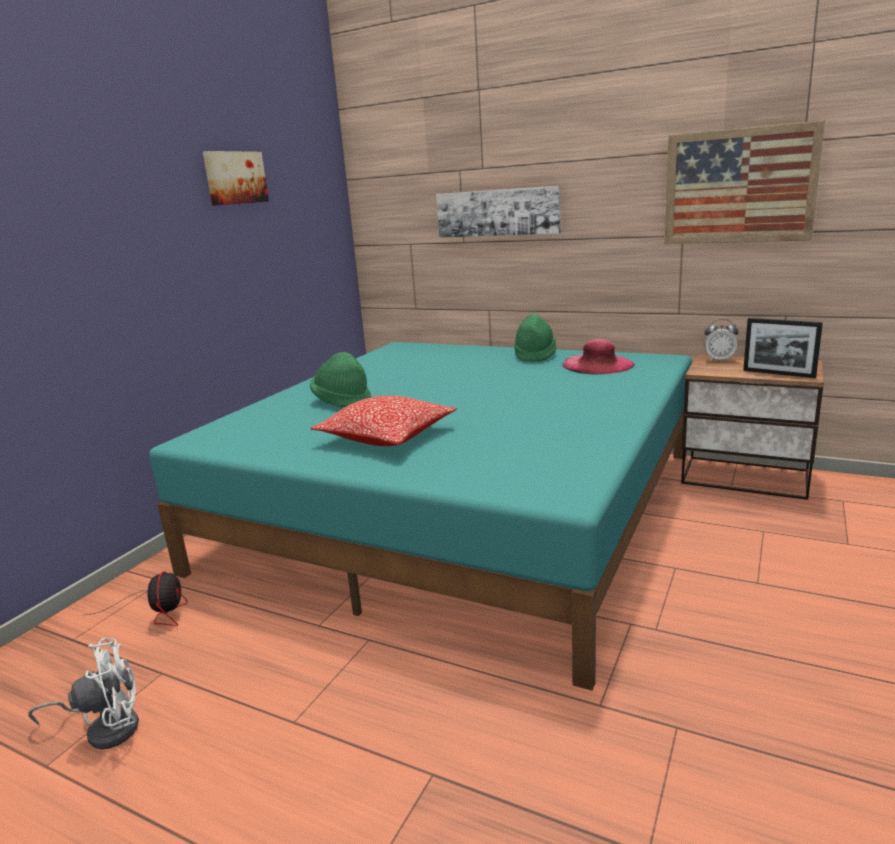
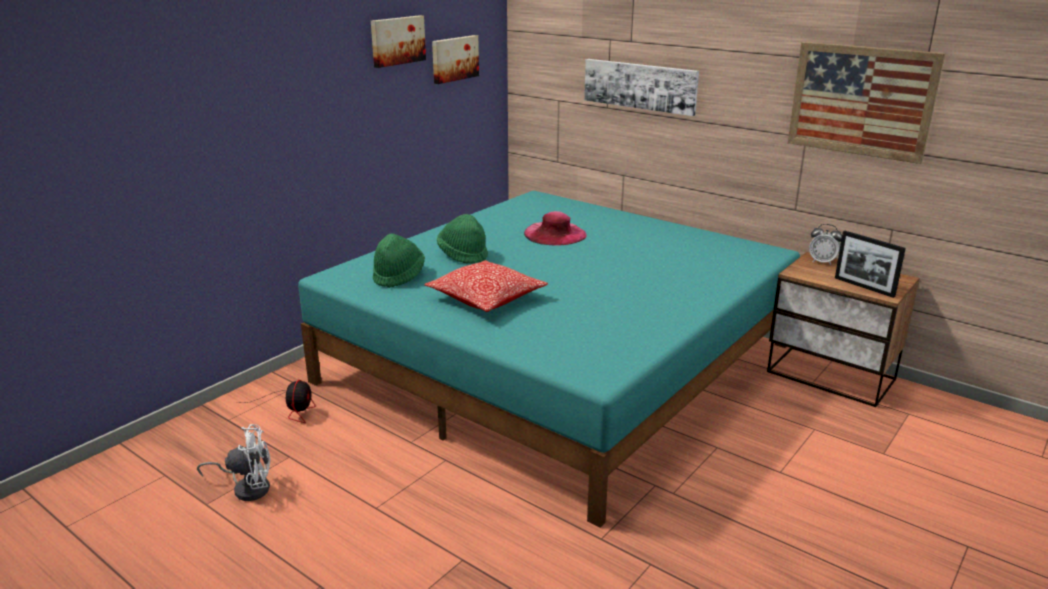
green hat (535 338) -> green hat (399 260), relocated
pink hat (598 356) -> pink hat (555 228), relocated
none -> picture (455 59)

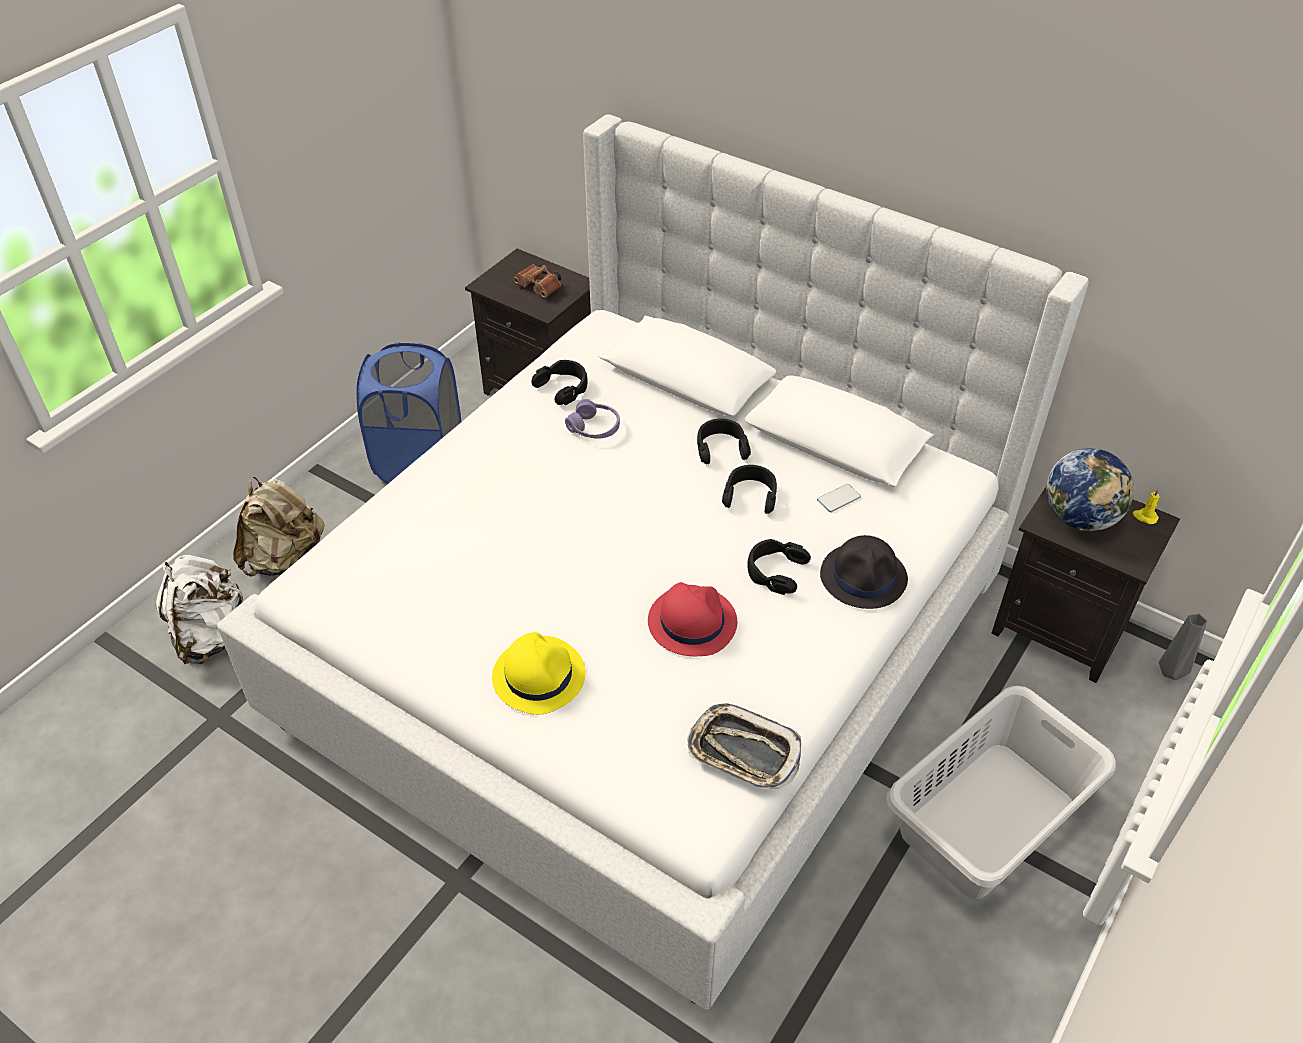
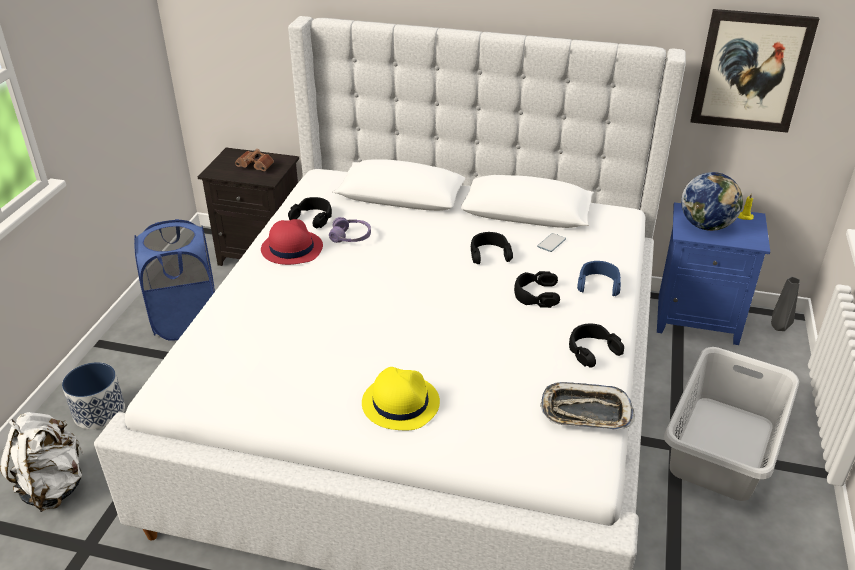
black headphones (724 441) -> black headphones (596 346), relocated
beige backpack (278 527) -> planter (93 395)
black nightstand (1085 585) -> blue nightstand (713 273)
black hat (864 572) -> blue headphones (599 279)
red hat (692 619) -> red hat (292 242), relocated
none -> picture (755 71)

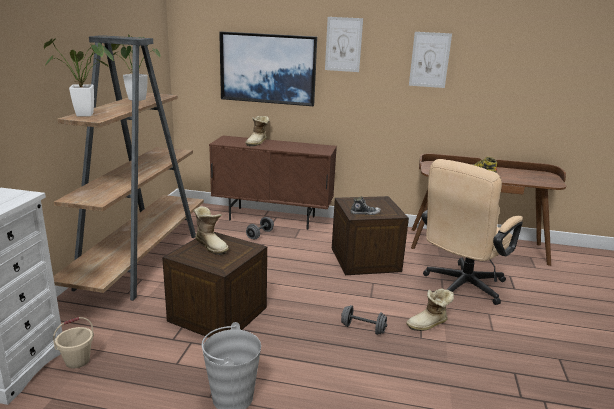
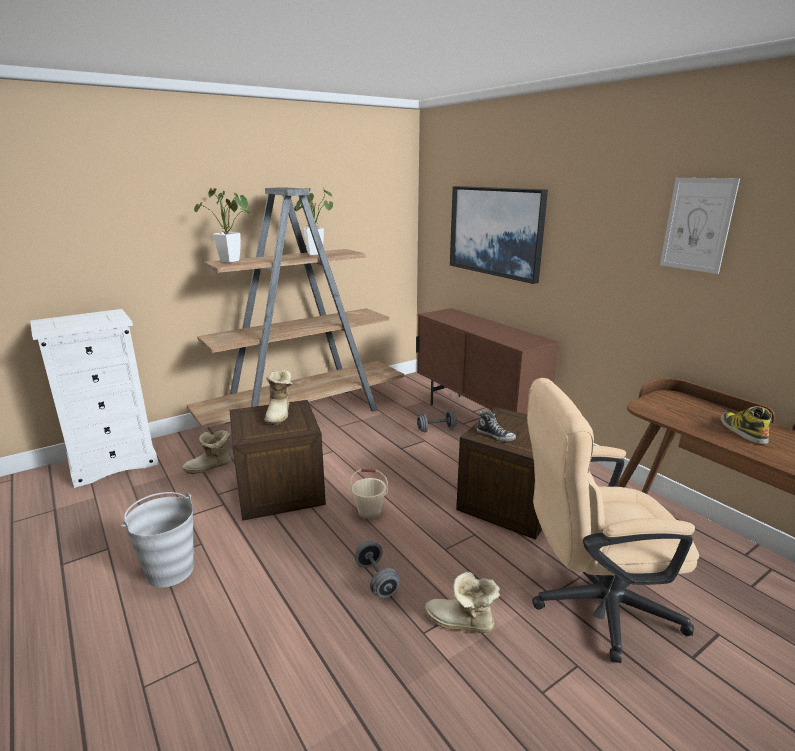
picture (344 44) -> none
boot (257 131) -> boot (207 452), relocated
beige bucket (73 342) -> beige bucket (369 494), relocated

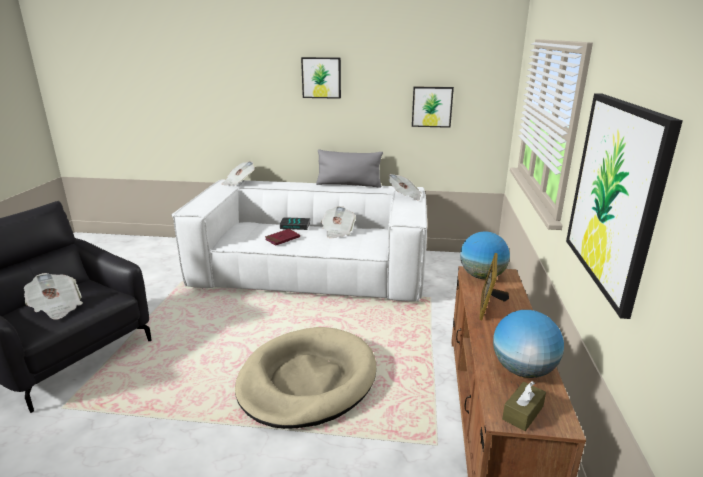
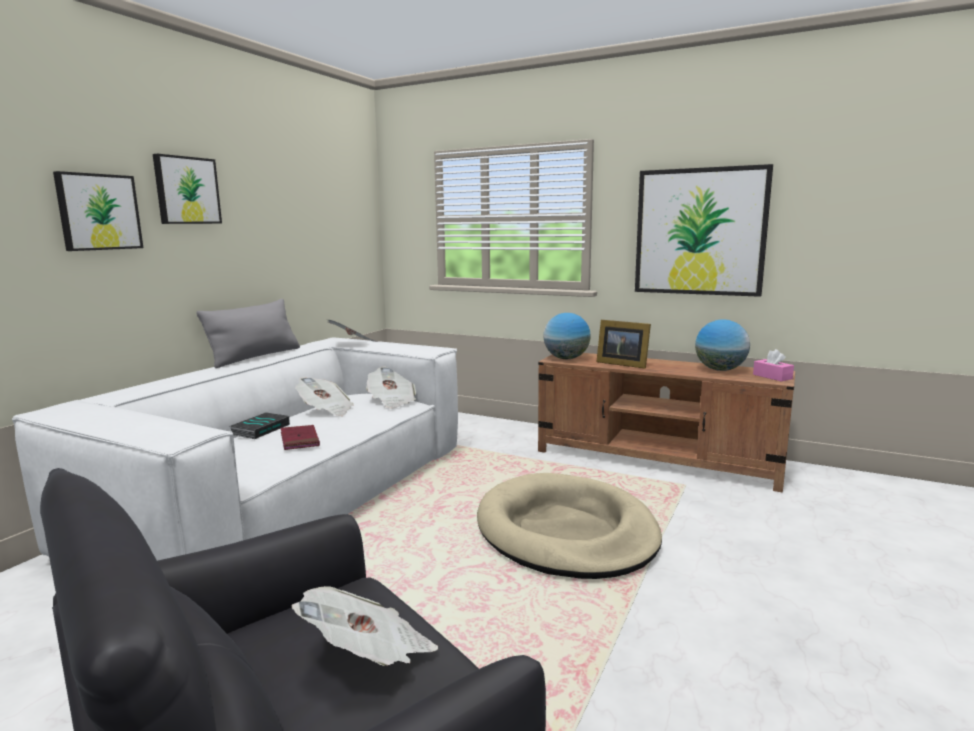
picture (433 107) -> picture (98 211), relocated
newspaper (238 173) -> newspaper (391 388), relocated
brown tissue box (524 406) -> pink tissue box (773 365)

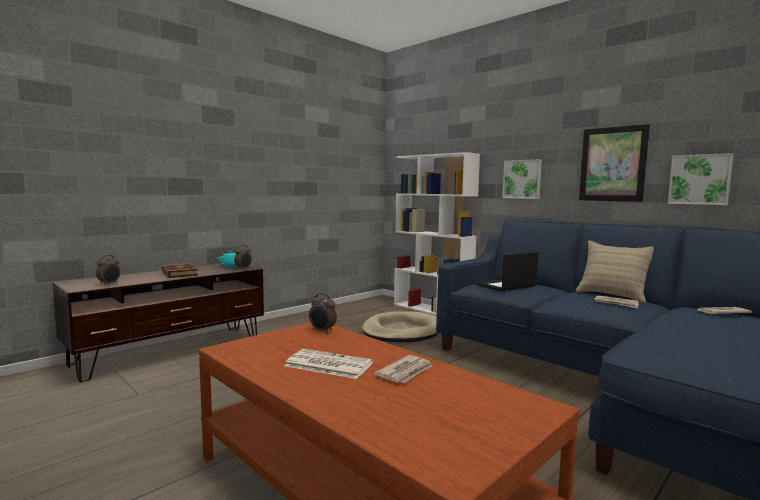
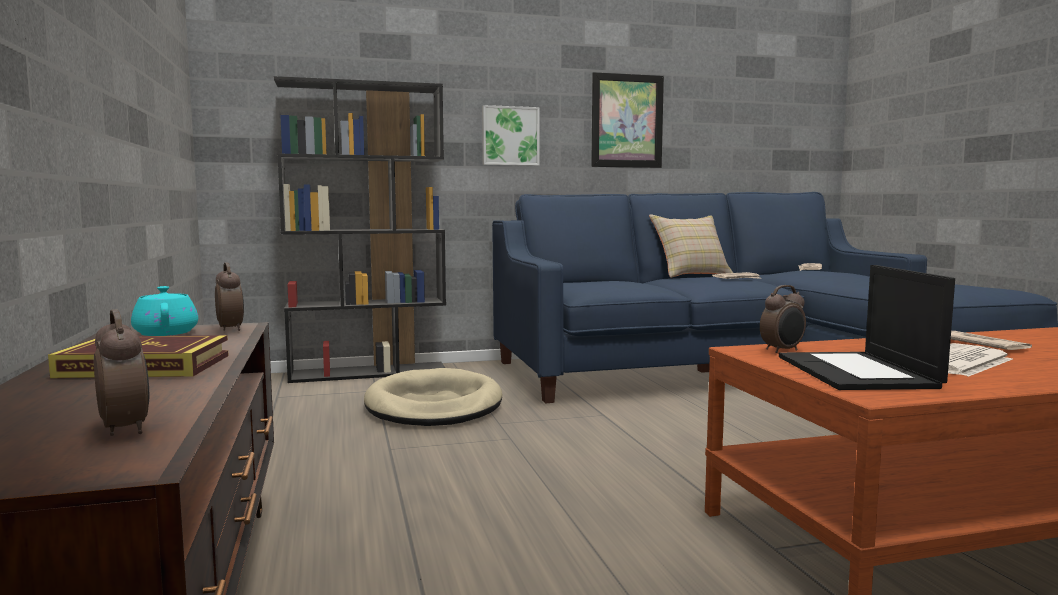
white bookcase (437 234) -> black bookcase (360 229)
picture (701 179) -> none
laptop (507 271) -> laptop (867 327), relocated

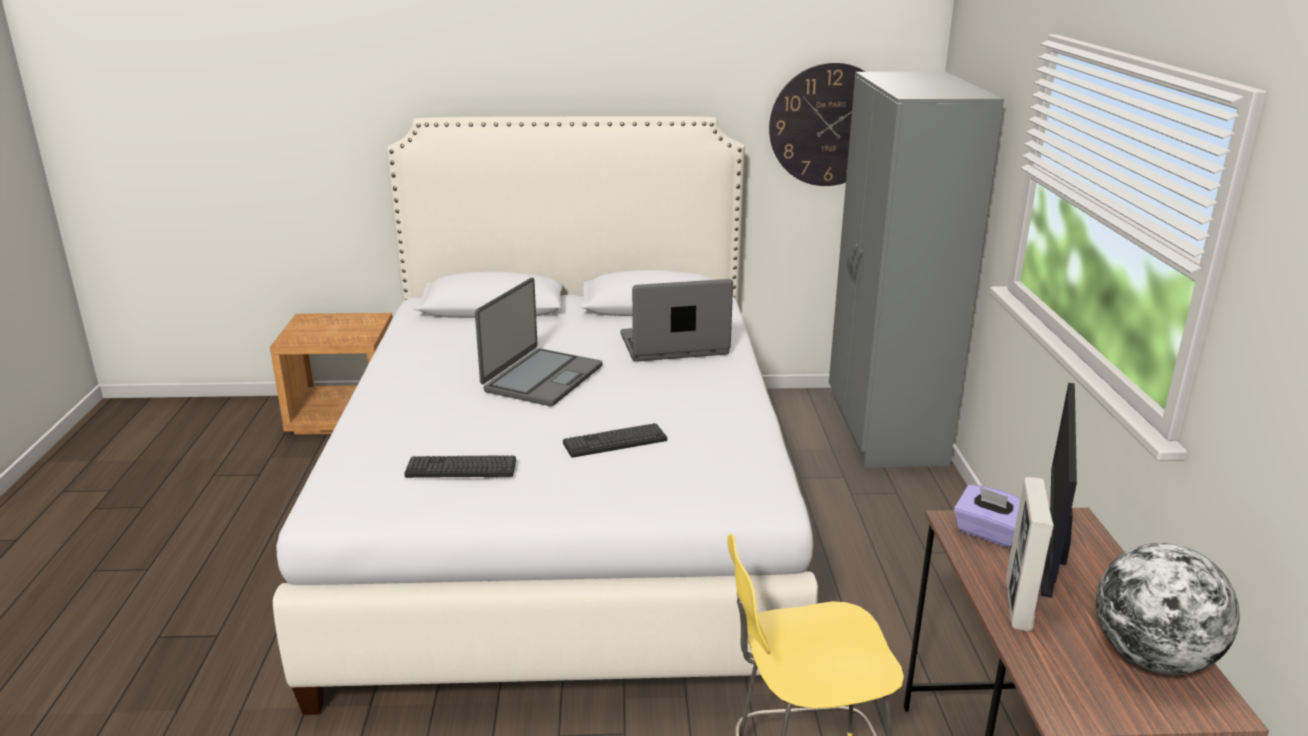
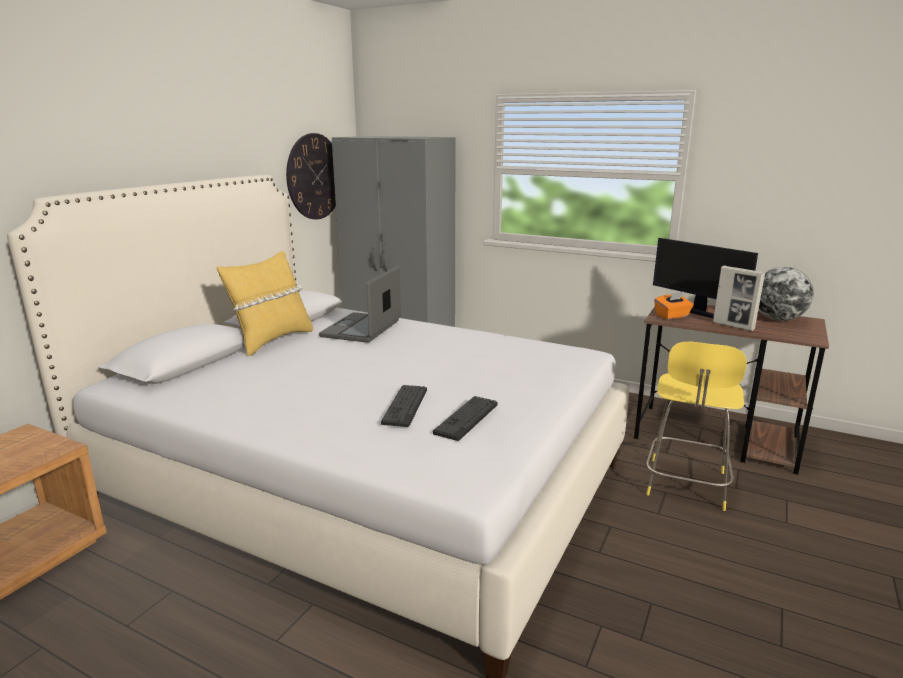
laptop (538 342) -> none
keyboard (615 440) -> keyboard (404 406), relocated
purple tissue box (987 516) -> orange tissue box (673 305)
none -> yellow pillow (265 303)

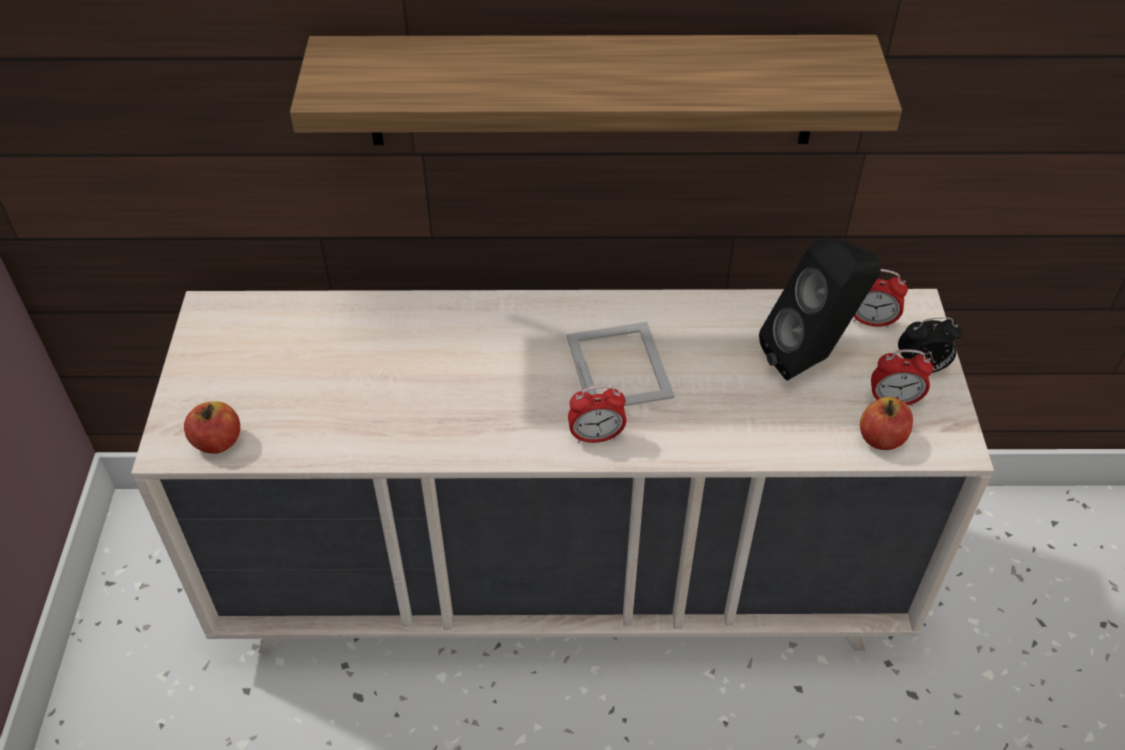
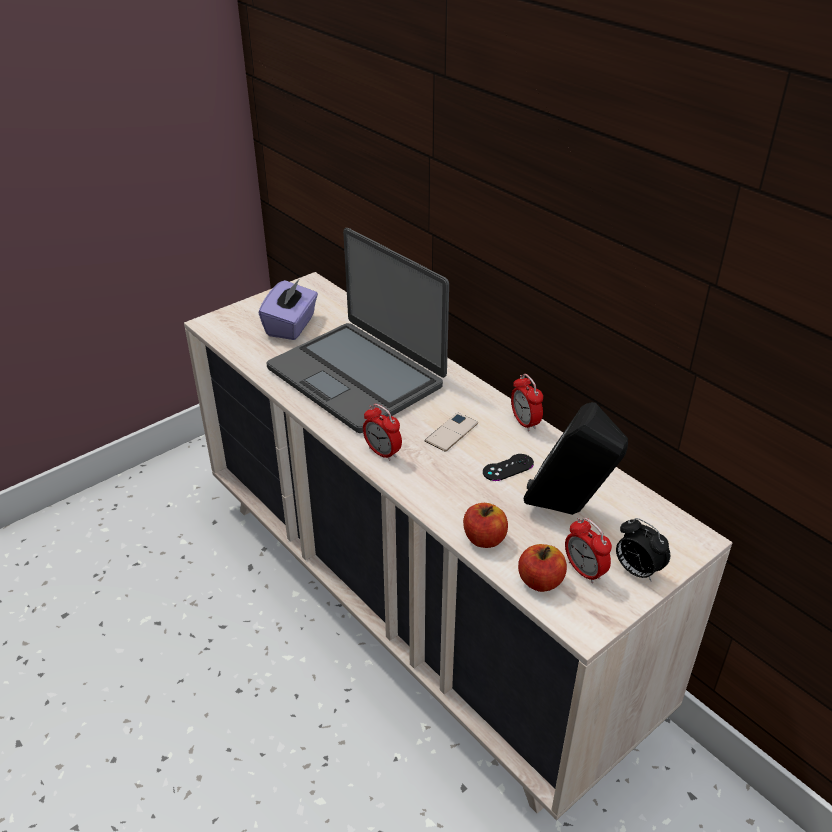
shelf (596 90) -> none
alarm clock (880 298) -> alarm clock (527 403), relocated
picture frame (620 364) -> phone (451 432)
apple (212 427) -> apple (485 525), relocated
none -> laptop (358 330)
none -> purple tissue box (288 310)
none -> black game controller (508 467)

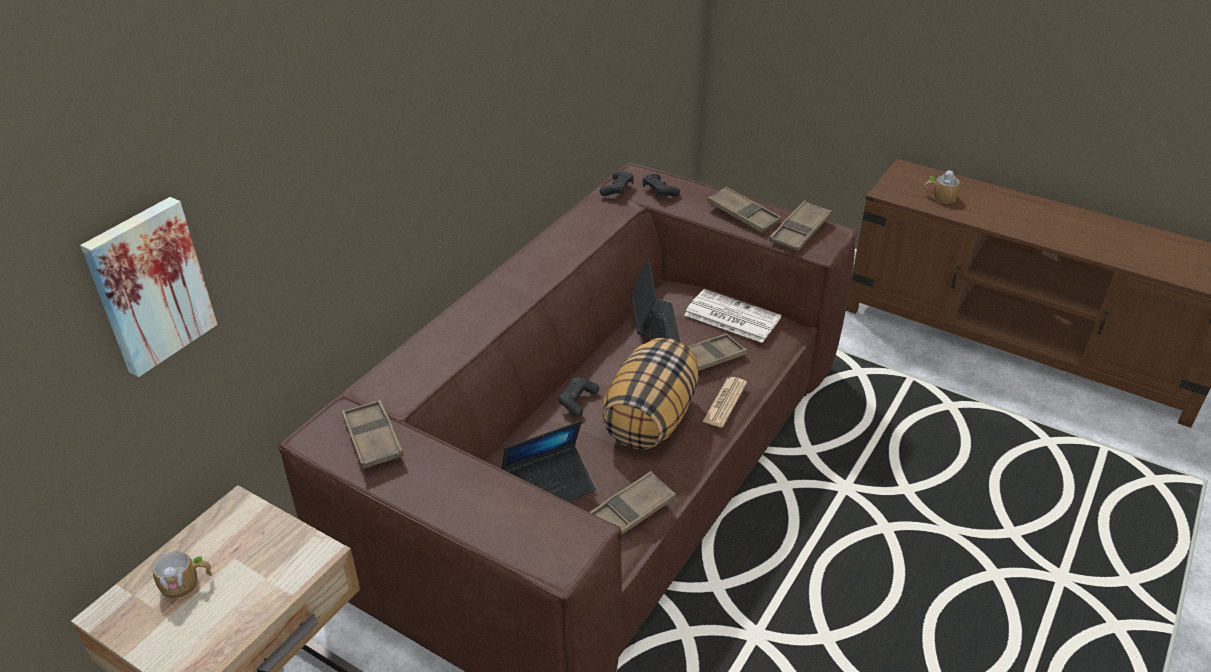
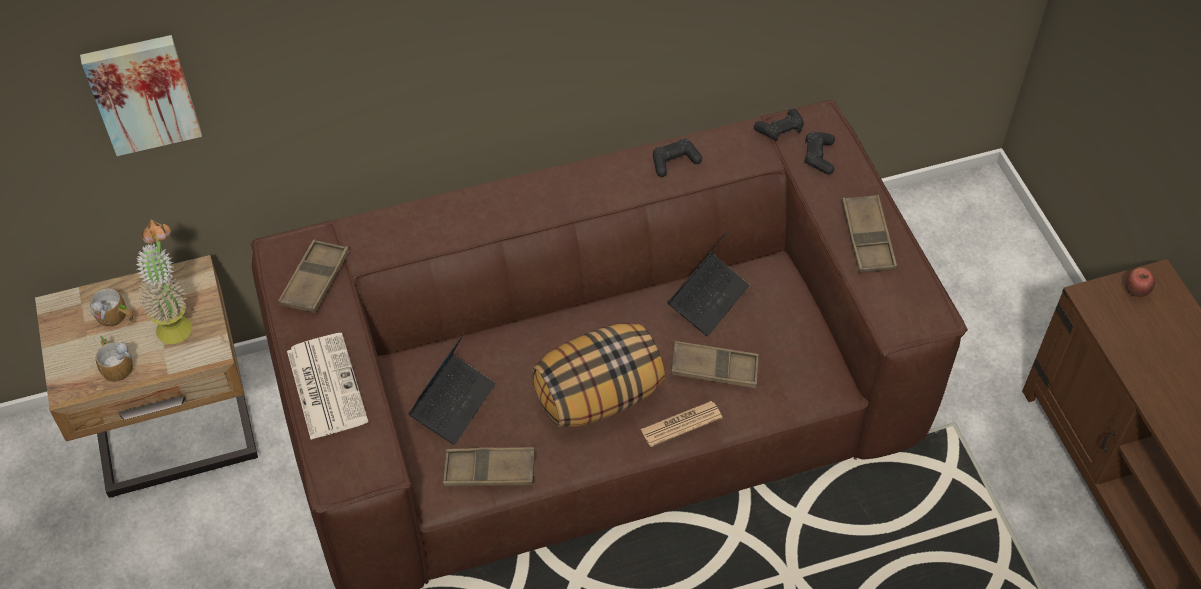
mug (942 186) -> mug (114 359), relocated
brown tray (800 226) -> none
newspaper (732 316) -> newspaper (328 386), relocated
black game controller (578 397) -> black game controller (677 158), relocated
laptop (548 461) -> laptop (451 389), 75 degrees counterclockwise
none -> potted plant (164 281)
none -> apple (1140 282)

